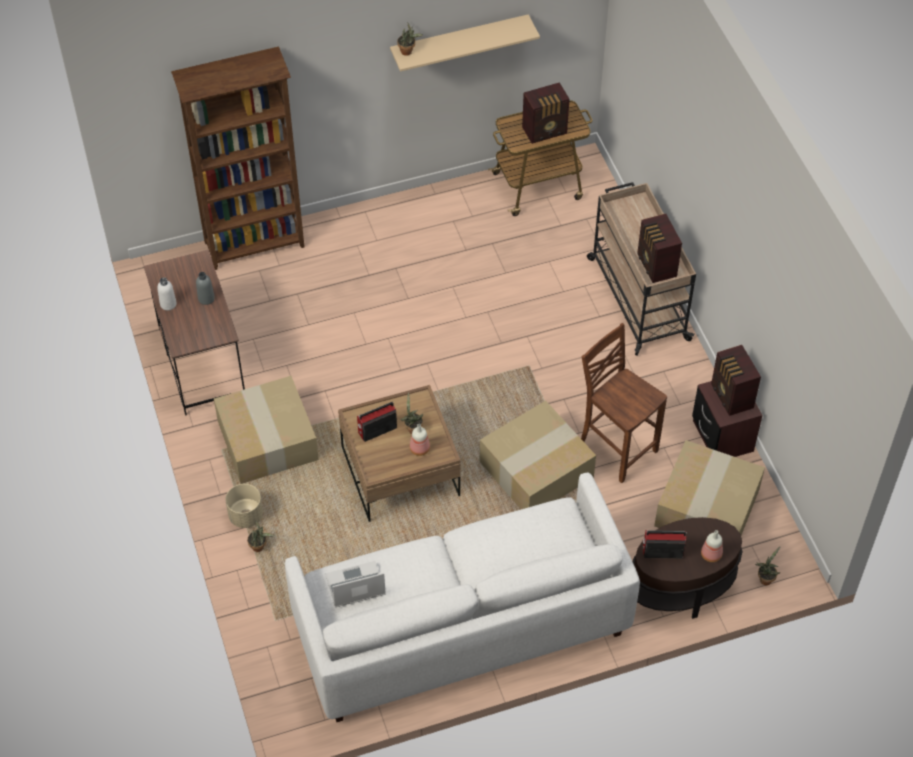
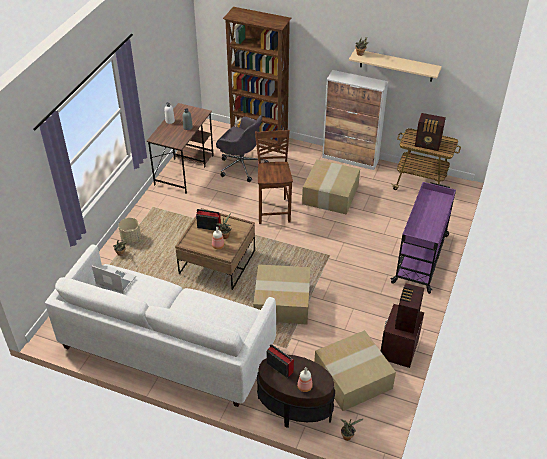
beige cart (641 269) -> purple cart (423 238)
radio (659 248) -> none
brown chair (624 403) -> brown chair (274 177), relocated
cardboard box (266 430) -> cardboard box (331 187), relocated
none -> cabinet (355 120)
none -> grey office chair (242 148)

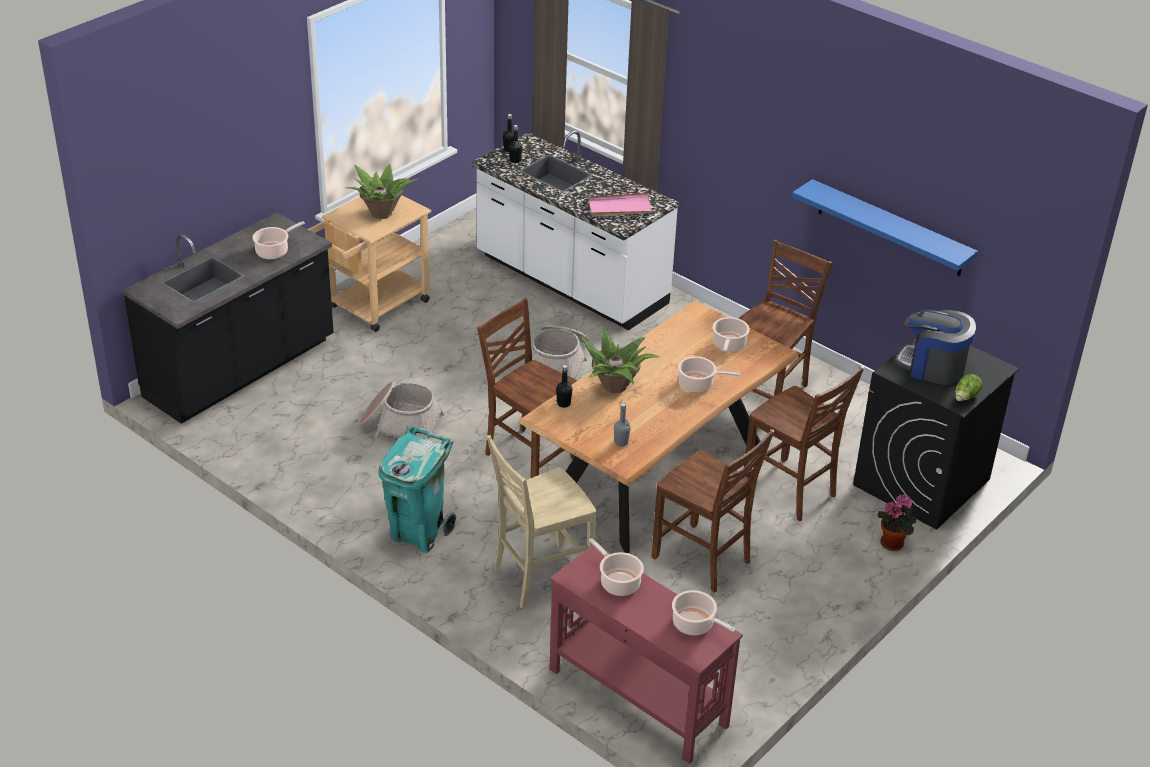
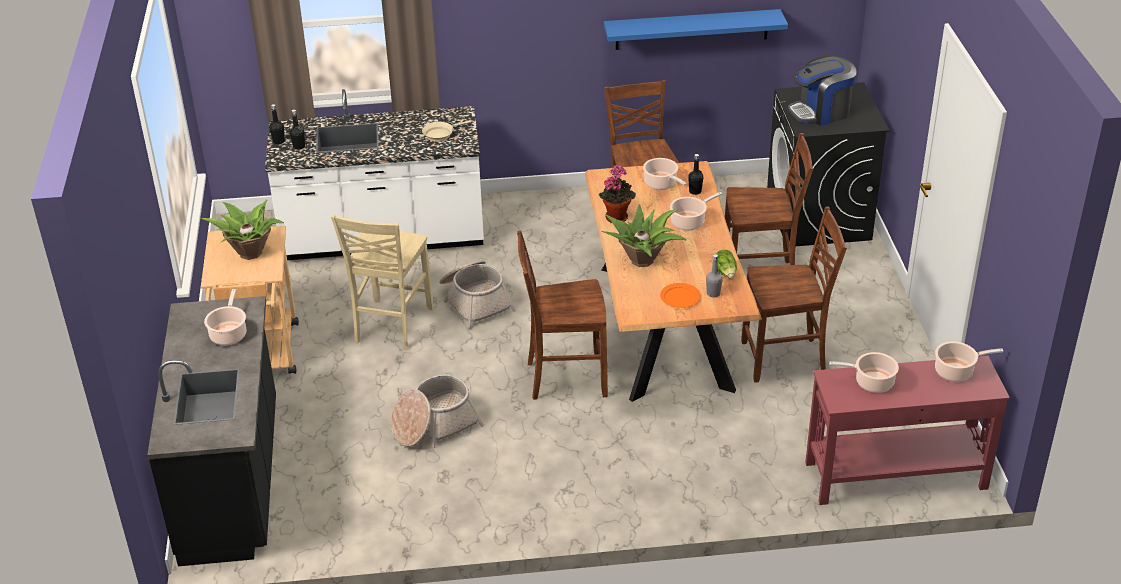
pink tray (620 205) -> beige frying pan (446 131)
black bottle (564 386) -> black bottle (696 174), relocated
lettuce (969 387) -> lettuce (726 264), relocated
turquoise trash can (417 489) -> none
beige chair (541 521) -> beige chair (382 282), relocated
potted plant (896 522) -> potted plant (617 194), relocated
none -> orange plate (680 295)

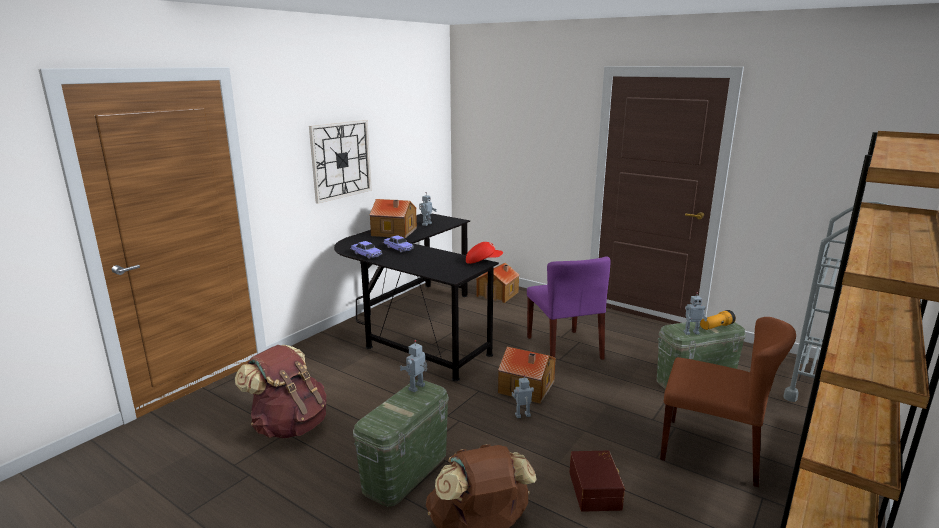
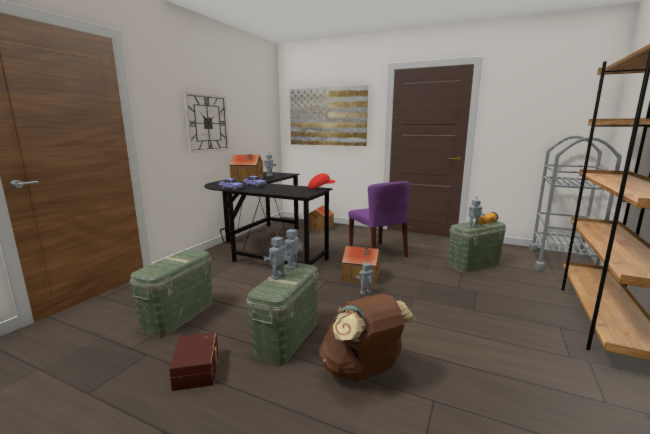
brown chair (728 402) -> none
brown backpack (280 391) -> green storage box (171 293)
brown storage box (597 481) -> brown storage box (194 361), relocated
none -> picture (329 115)
none -> toy robot (276 256)

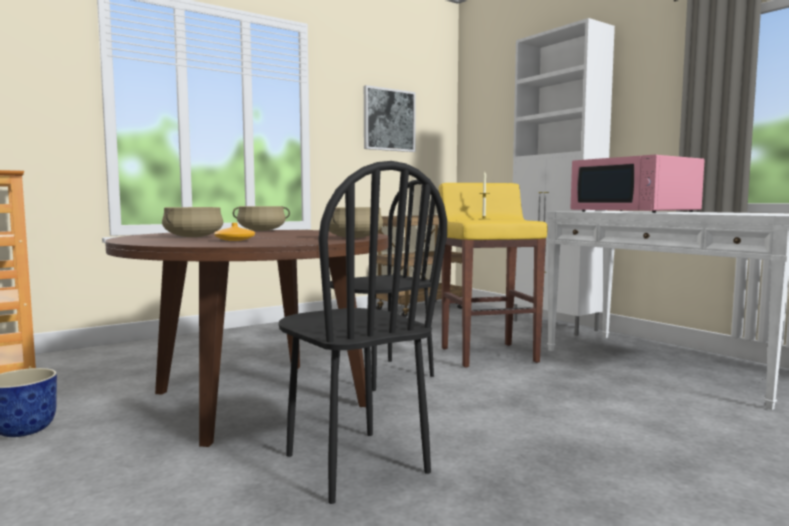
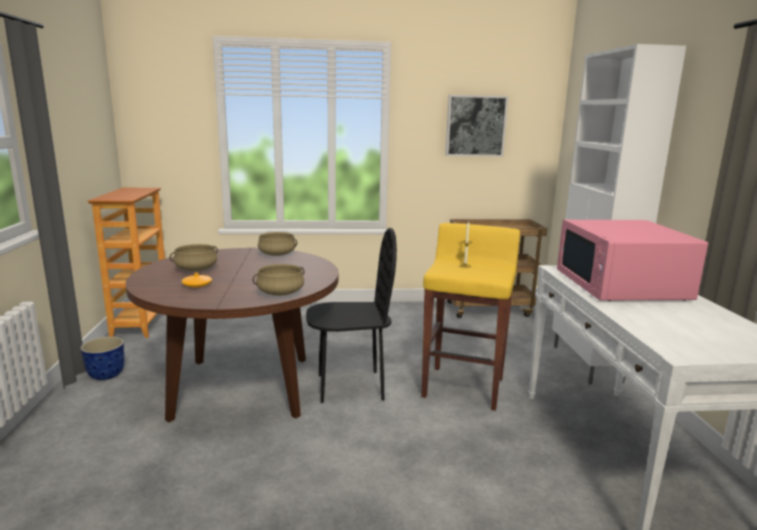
black chair (363 332) -> none

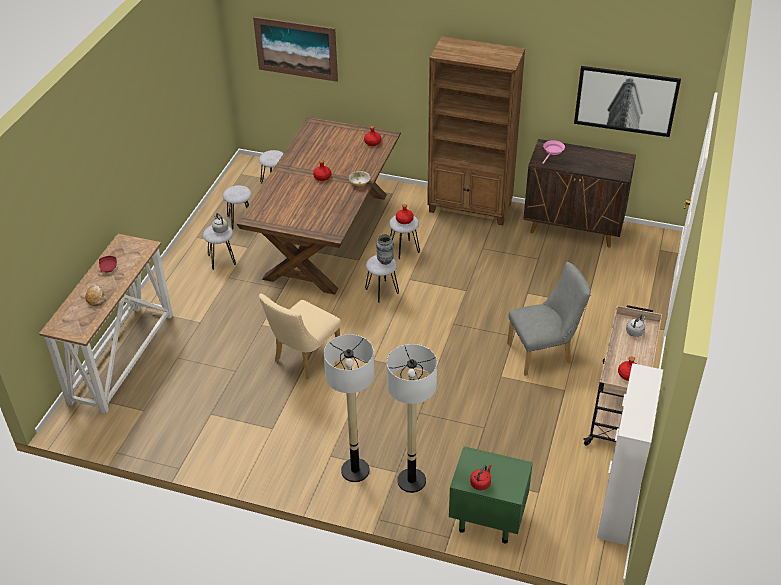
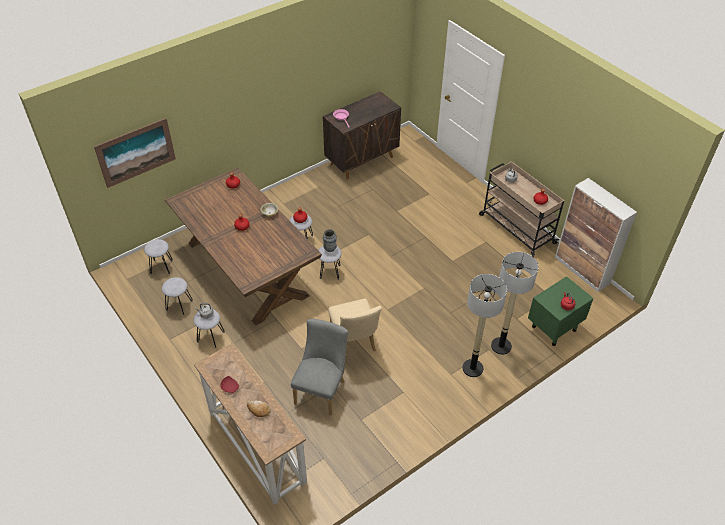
brown bookcase (476 130) -> none
picture (627 101) -> none
grey chair (549 319) -> grey chair (319 367), relocated

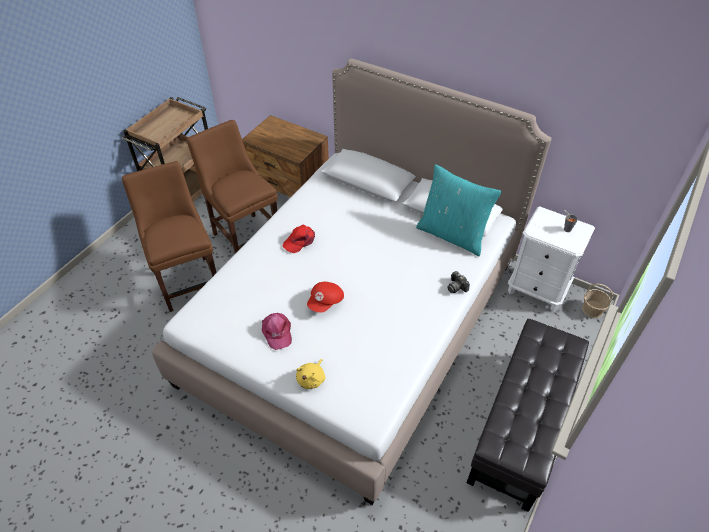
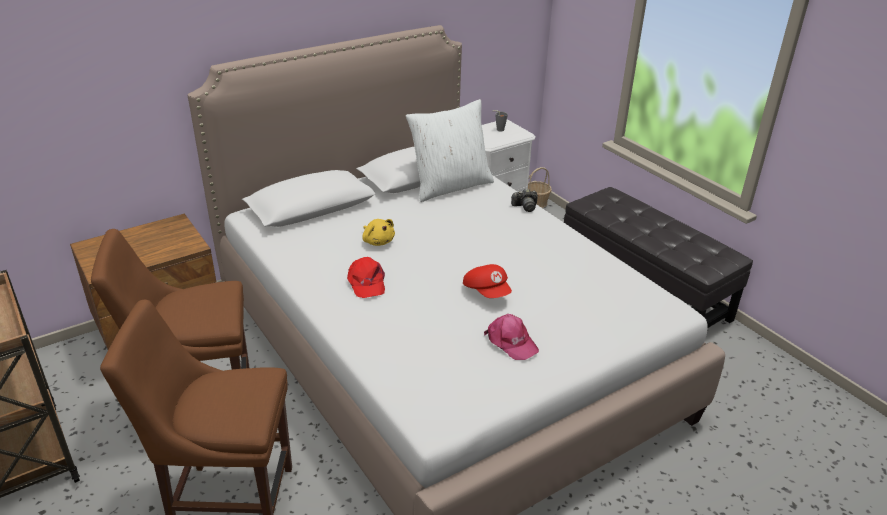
turquoise pillow (459 210) -> white pillow (450 150)
pink cap (277 331) -> pink cap (511 337), 45 degrees clockwise
yellow plush toy (310 374) -> yellow plush toy (378 232), relocated

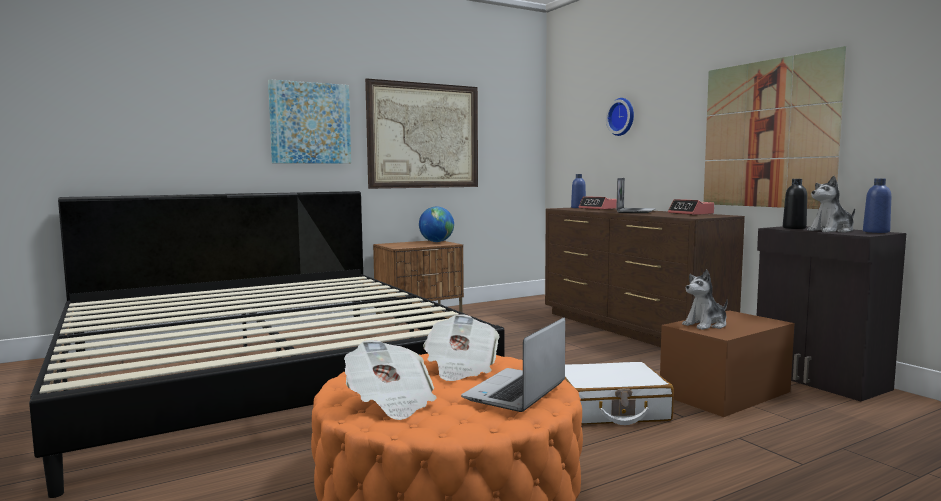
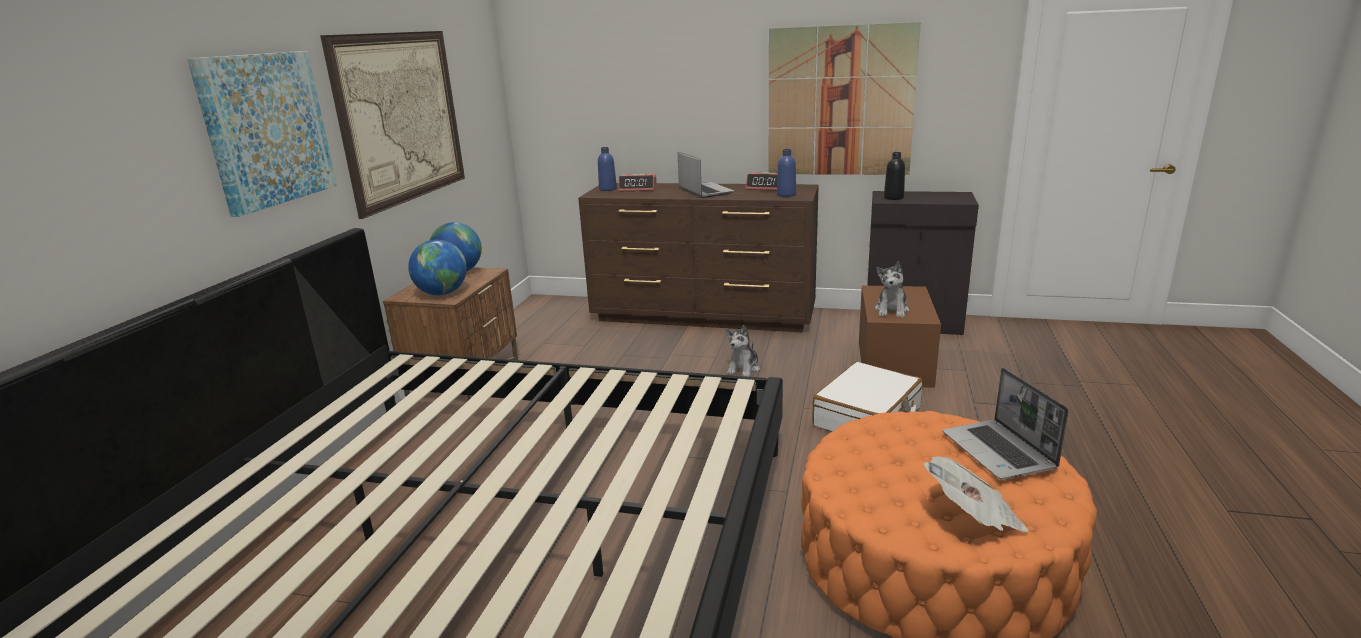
wall clock (620 117) -> none
plush toy (831 204) -> plush toy (743 351), relocated
blue bottle (877 205) -> blue bottle (786 173), relocated
newspaper (461 347) -> none
none -> globe (437 267)

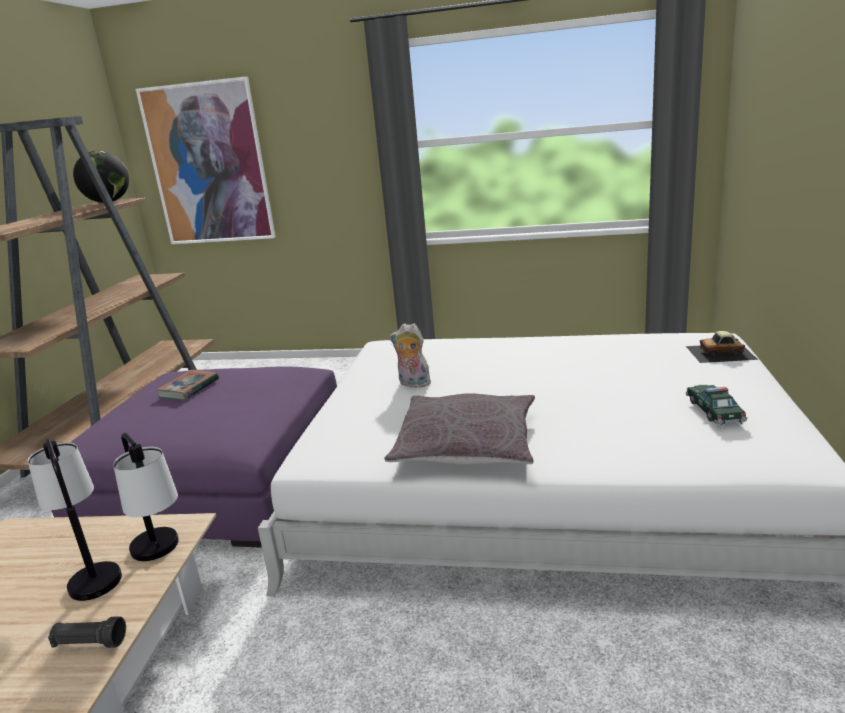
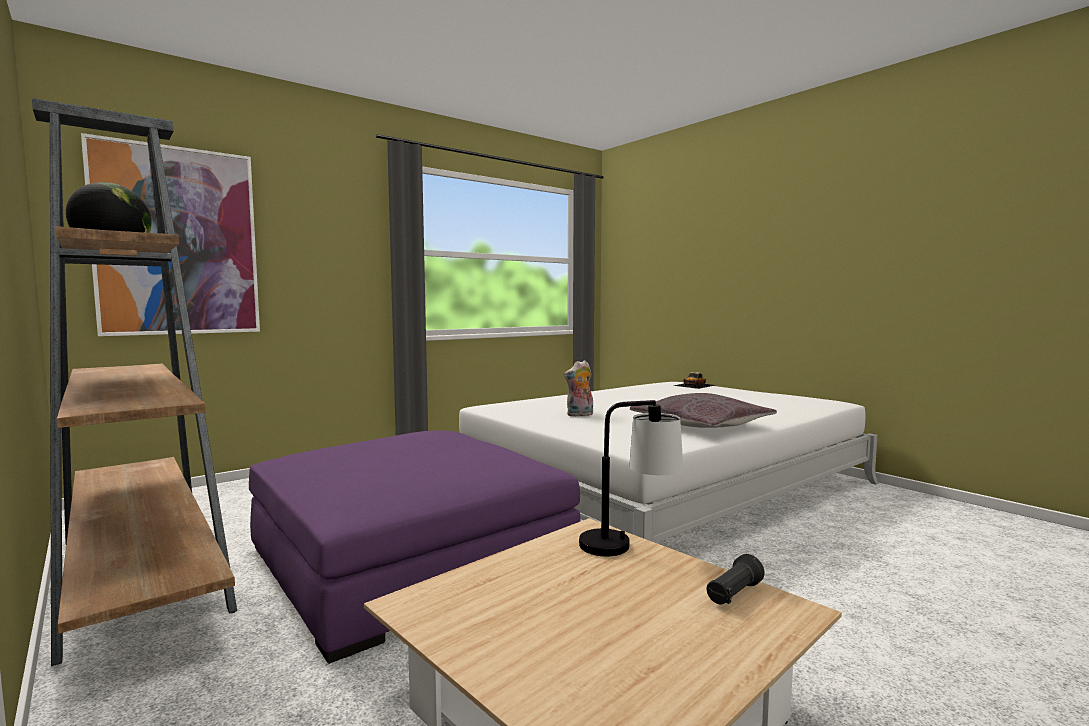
book (187 385) -> none
toy car (716 405) -> none
table lamp (75 520) -> none

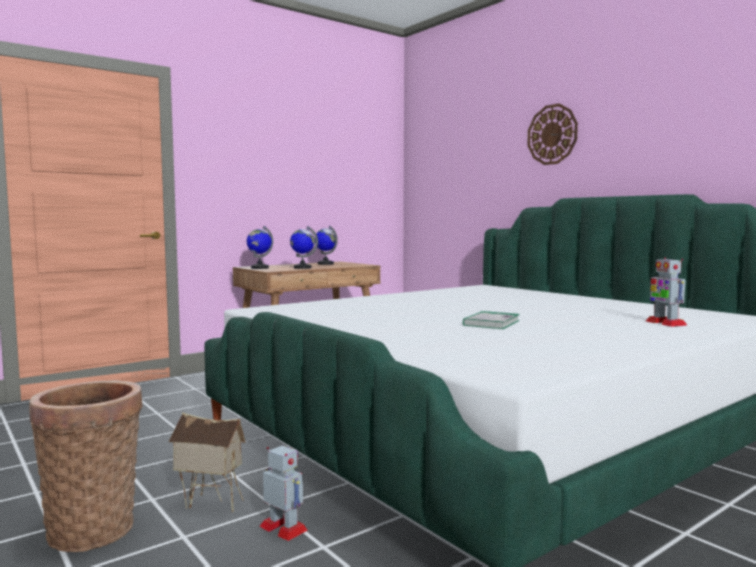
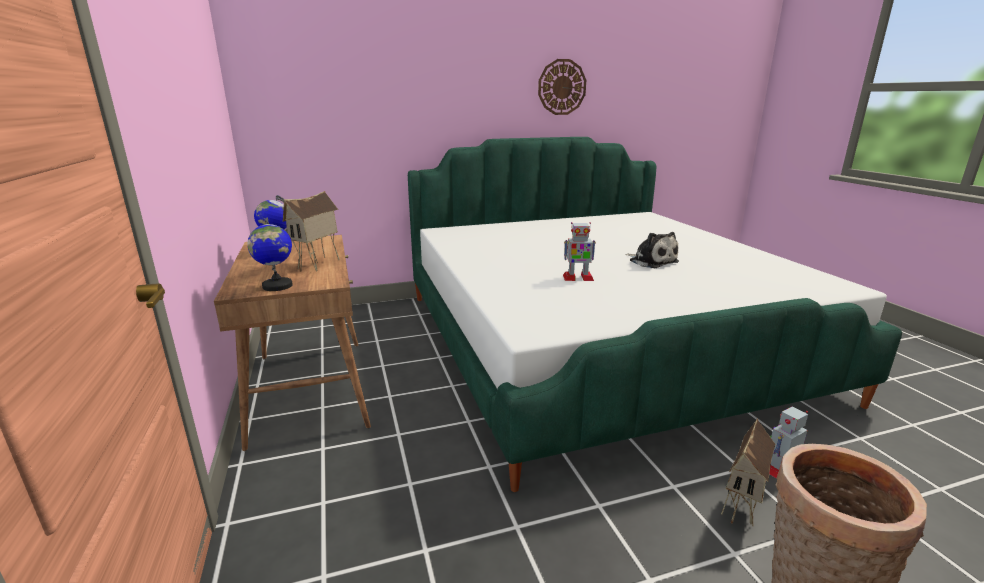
wall clock (552 134) -> wall clock (562 87), relocated
globe (304 247) -> toy house (311 231)
toy robot (666 292) -> toy robot (579 251), relocated
book (491 320) -> plush toy (652 250)

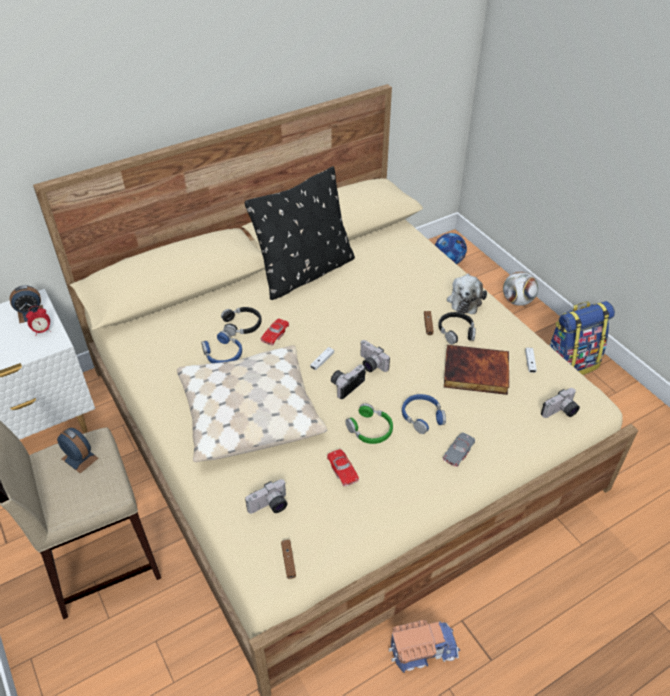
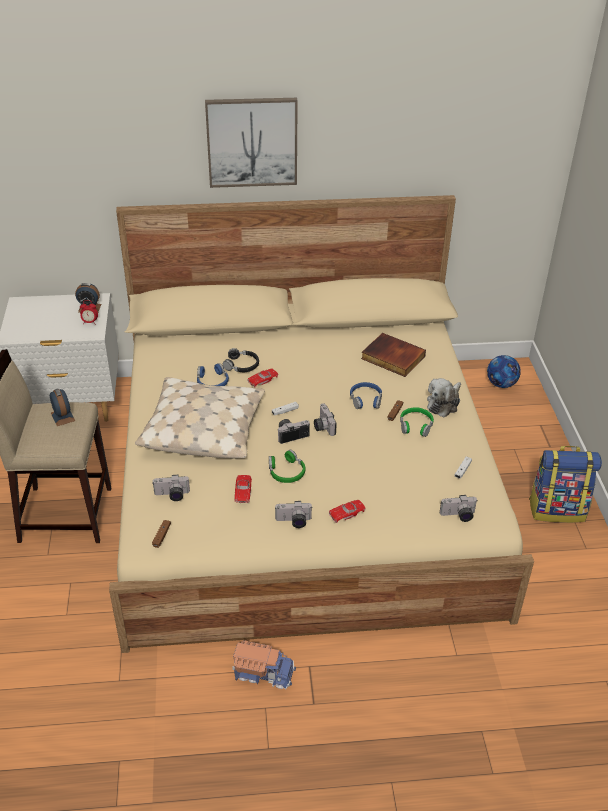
black pillow (300 233) -> none
football (520 288) -> none
black headphones (457 328) -> green headphones (417 422)
book (476 370) -> book (393 355), relocated
blue headphones (424 414) -> blue headphones (366 395), relocated
grey toy car (459 450) -> red toy car (347 511)
none -> picture (251 143)
none -> photo camera (294 514)

